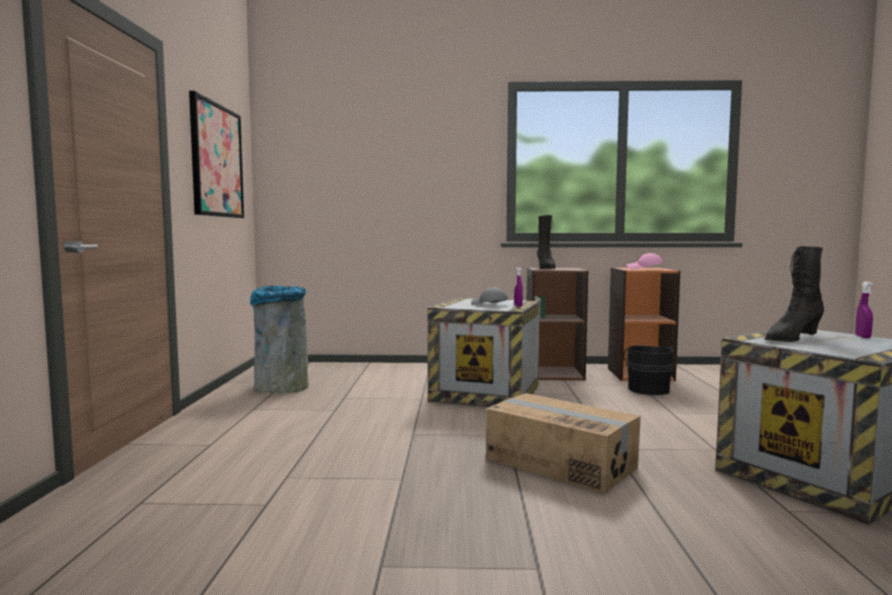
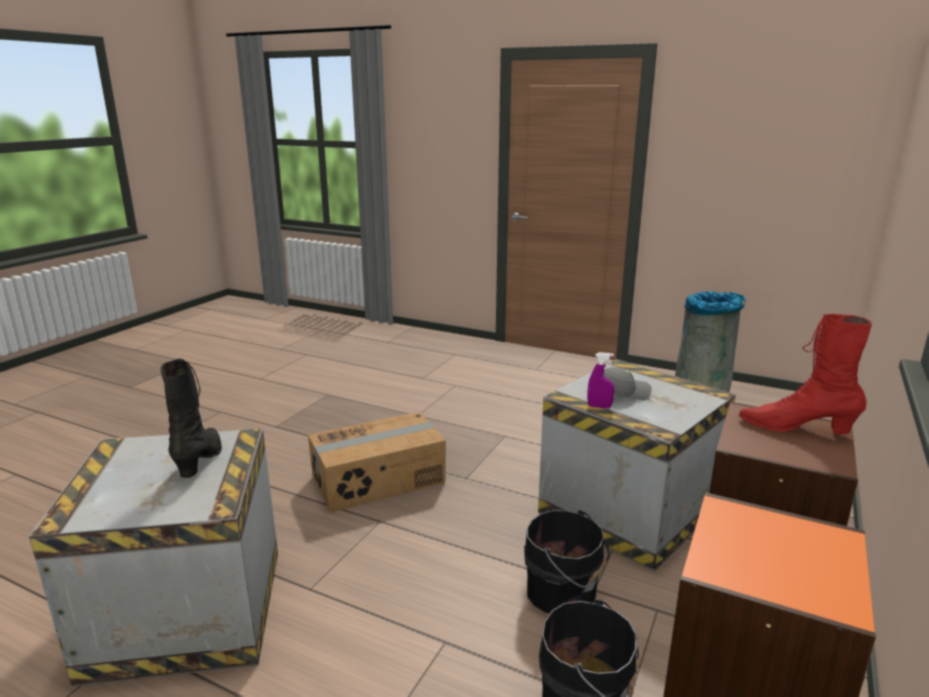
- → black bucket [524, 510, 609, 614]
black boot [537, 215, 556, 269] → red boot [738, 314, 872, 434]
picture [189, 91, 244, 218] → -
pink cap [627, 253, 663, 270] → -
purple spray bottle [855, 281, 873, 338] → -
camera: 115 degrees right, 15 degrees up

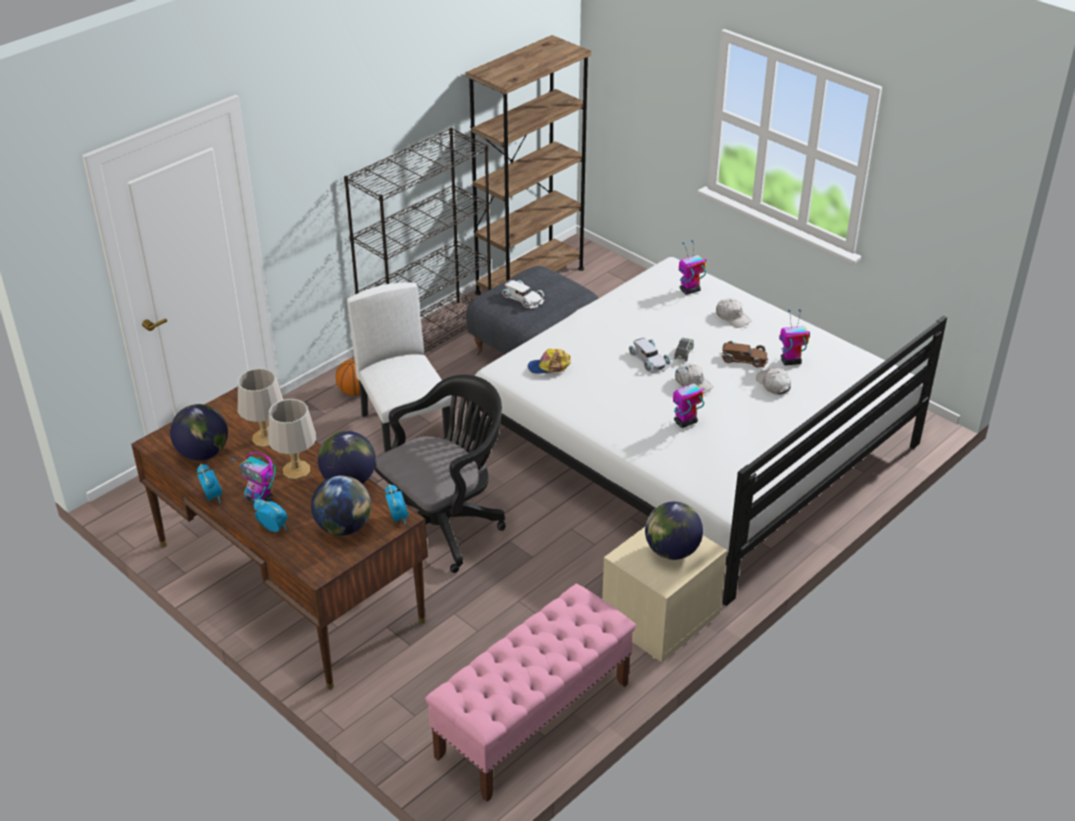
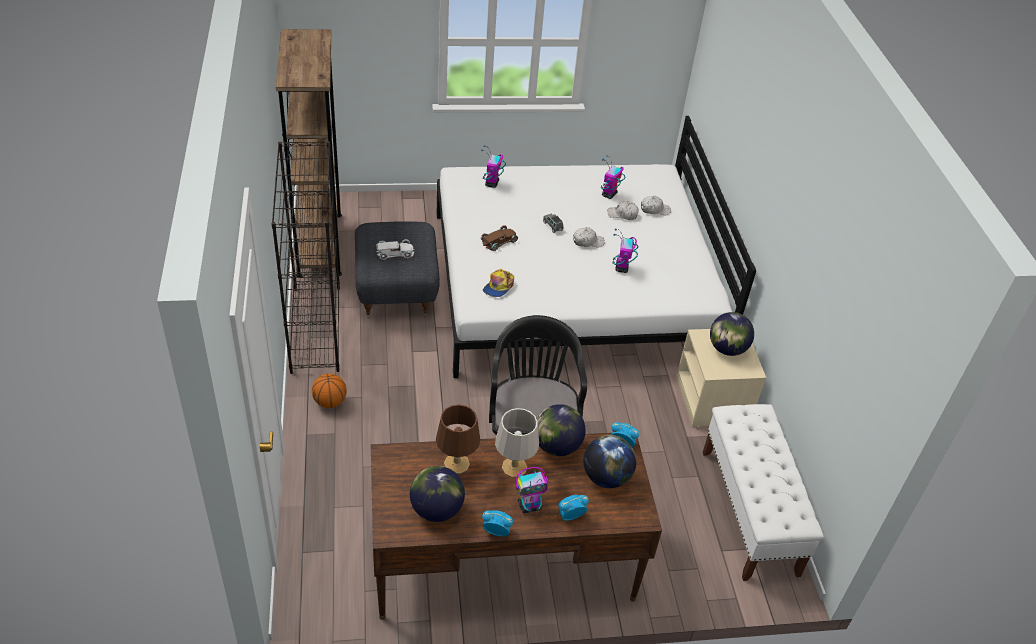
grey table lamp [238, 368, 283, 447] → brown table lamp [436, 404, 480, 474]
brown toy car [722, 341, 768, 368] → brown toy car [481, 225, 518, 251], move
white cap [716, 299, 751, 328] → white cap [641, 196, 671, 215], move
pink bench [425, 583, 636, 802] → white bench [703, 404, 824, 581]
white chair [347, 282, 452, 452] → -
white toy car [629, 338, 670, 373] → -
camera: 55 degrees left, 5 degrees up

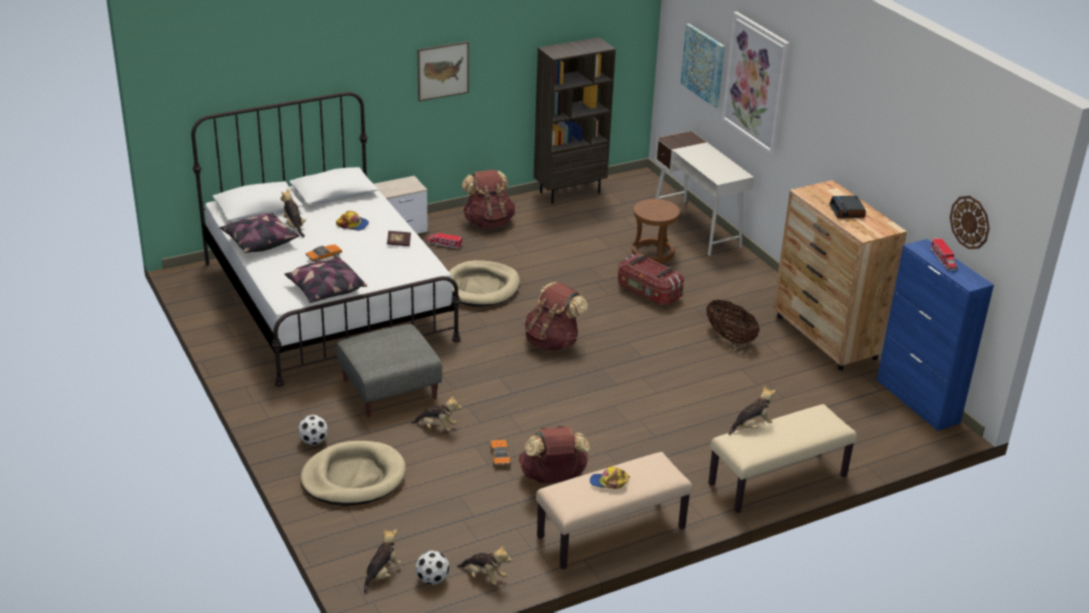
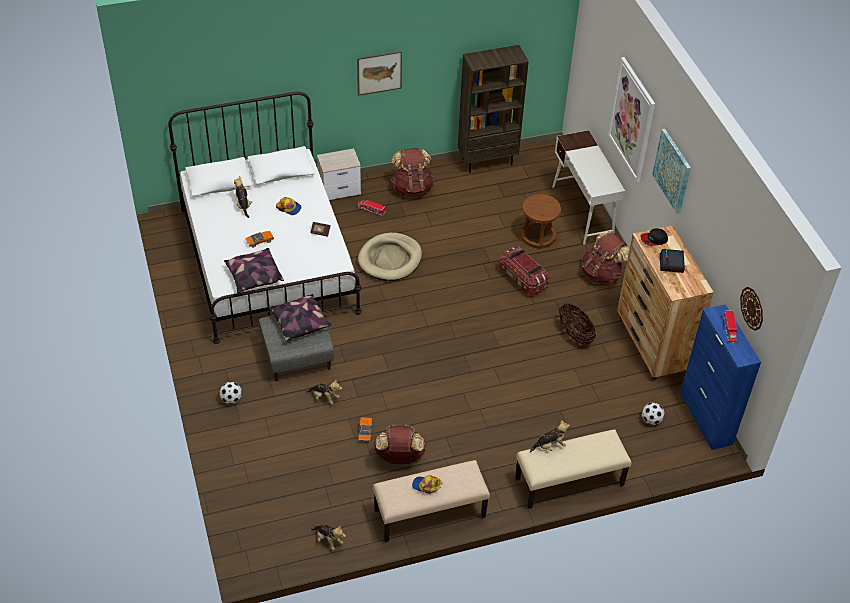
pillow [220, 213, 299, 253] → pillow [269, 294, 331, 341], move
brown backpack [525, 282, 588, 350] → brown backpack [582, 231, 630, 284], move
- → cap [640, 228, 668, 246]
football [415, 551, 449, 585] → football [642, 403, 665, 425], move
picture [681, 24, 725, 108] → picture [652, 129, 691, 214], move
beige dog bed [301, 441, 406, 506] → -
plush toy [364, 529, 401, 594] → -
camera: 10 degrees right, 15 degrees up

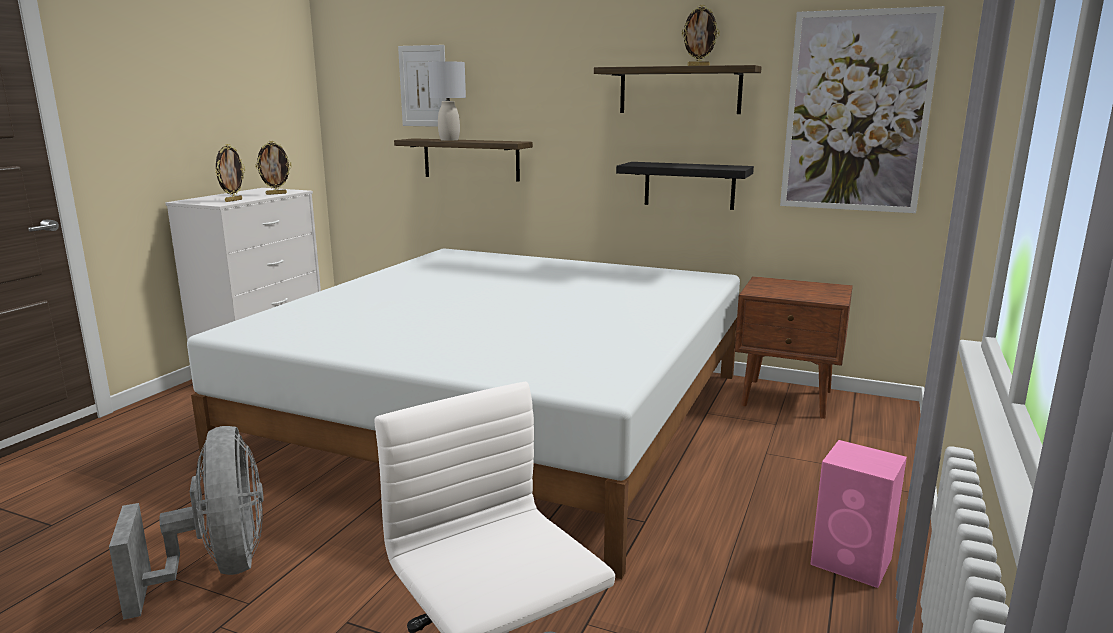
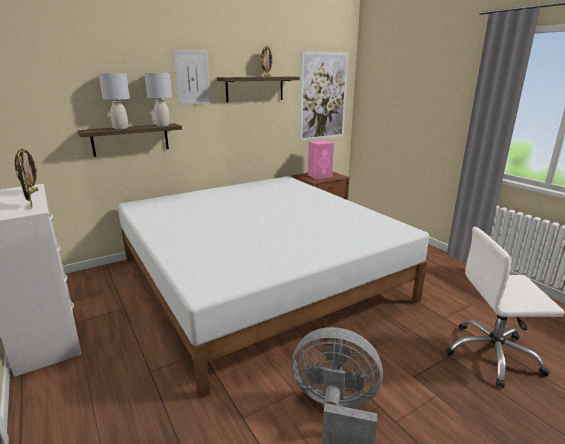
- → grey table lamp [144, 73, 172, 126]
picture [398, 45, 446, 127] → picture [173, 49, 211, 105], move
pink speaker [810, 440, 907, 588] → pink speaker [308, 140, 334, 179], move
black shelf [616, 162, 754, 210] → -
camera: 55 degrees left, 5 degrees up

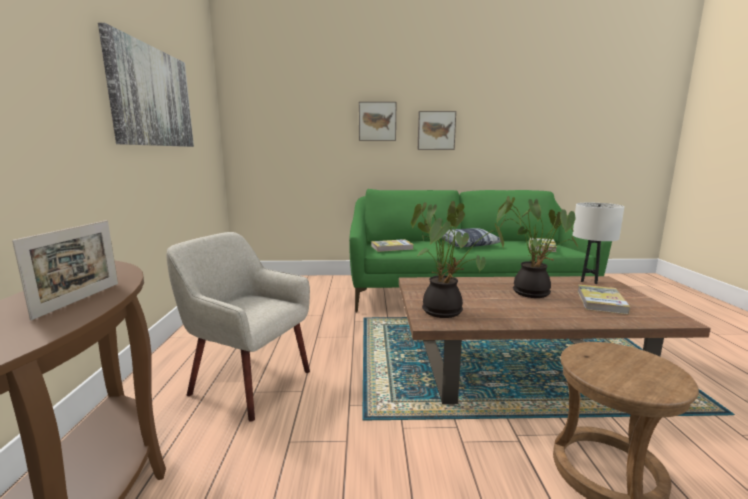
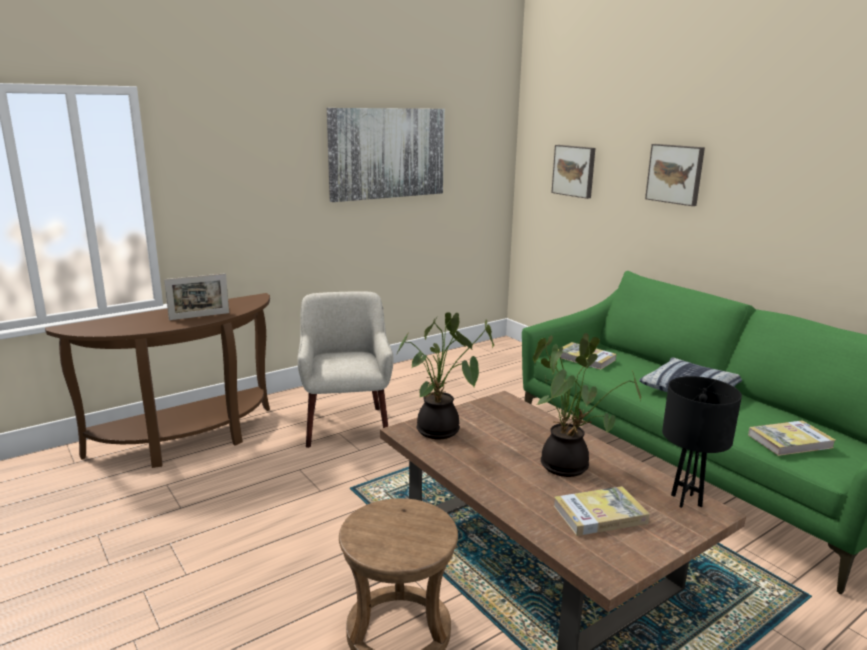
picture [418, 111, 456, 150] → picture [551, 145, 596, 199], move
white table lamp [573, 203, 624, 284] → black table lamp [662, 376, 742, 508]
camera: 55 degrees right, 5 degrees up

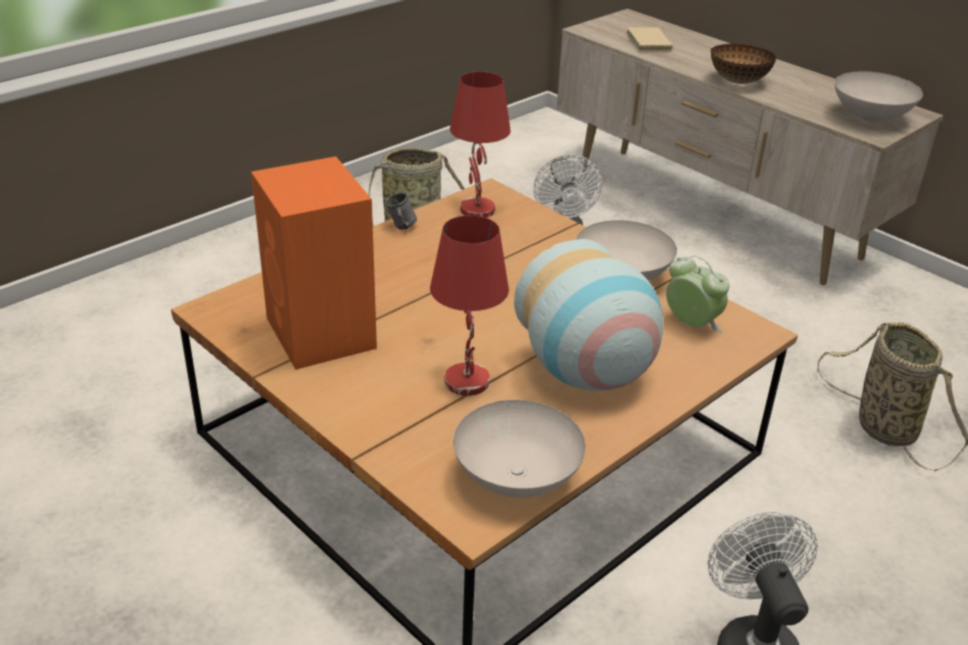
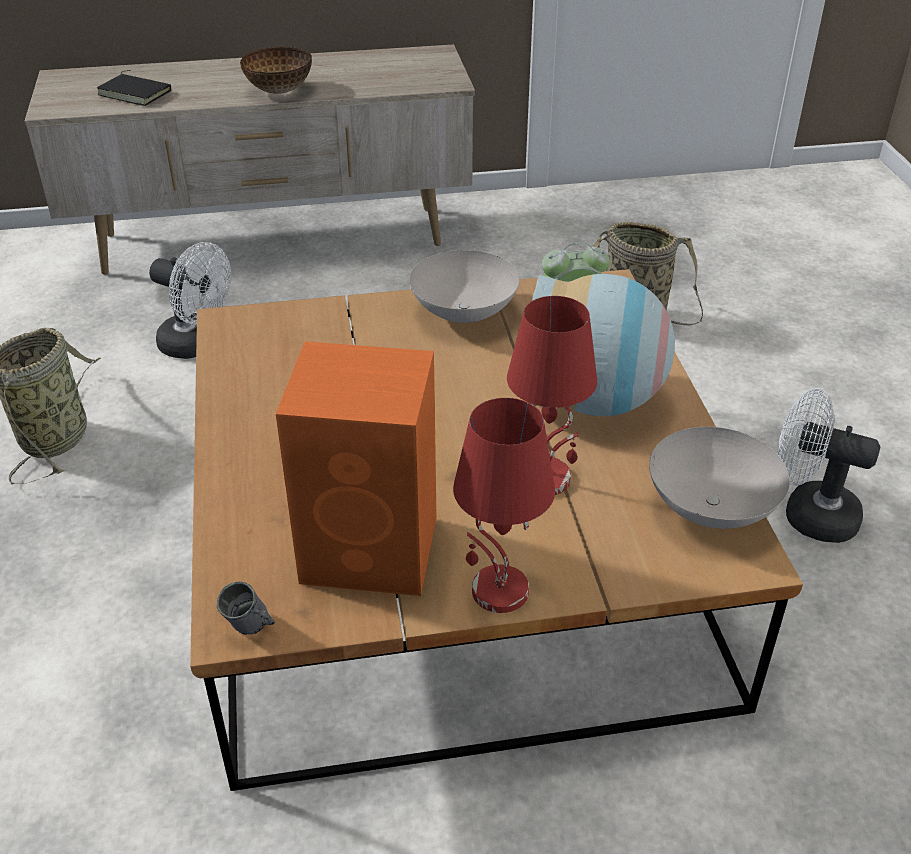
beige book [626, 26, 673, 51] → black book [97, 70, 171, 106]
grey mug [385, 192, 417, 230] → grey mug [217, 581, 275, 635], move
red table lamp [450, 71, 511, 218] → red table lamp [453, 398, 555, 613], move
white bowl [834, 71, 923, 123] → -
camera: 55 degrees left, 5 degrees up

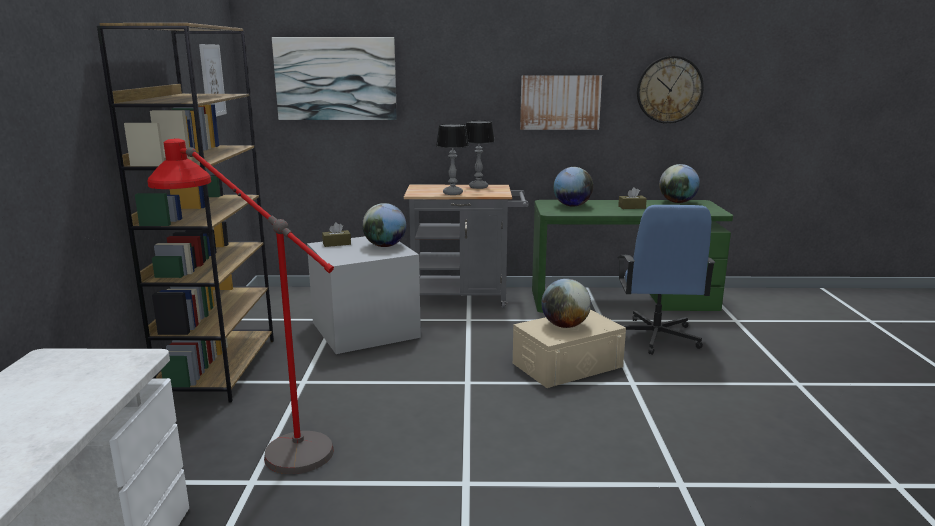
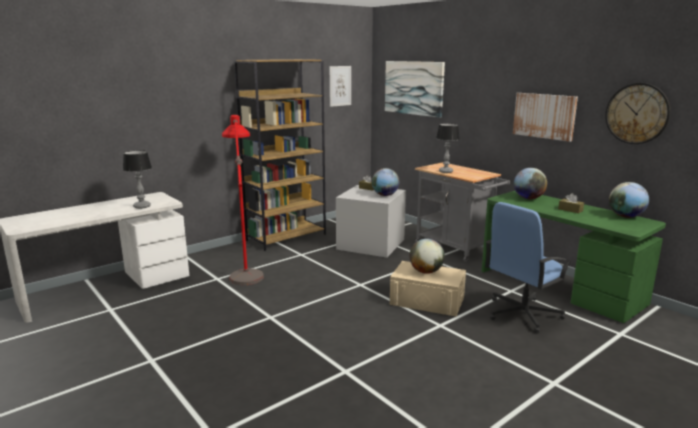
table lamp [466, 121, 495, 189] → table lamp [123, 150, 152, 209], move
camera: 50 degrees right, 0 degrees up

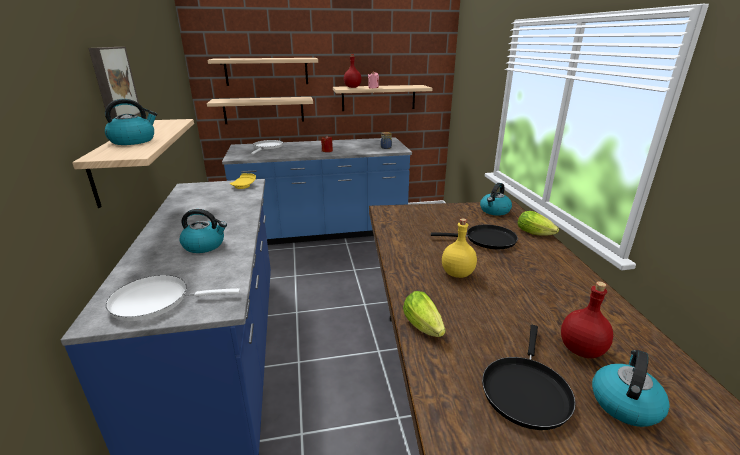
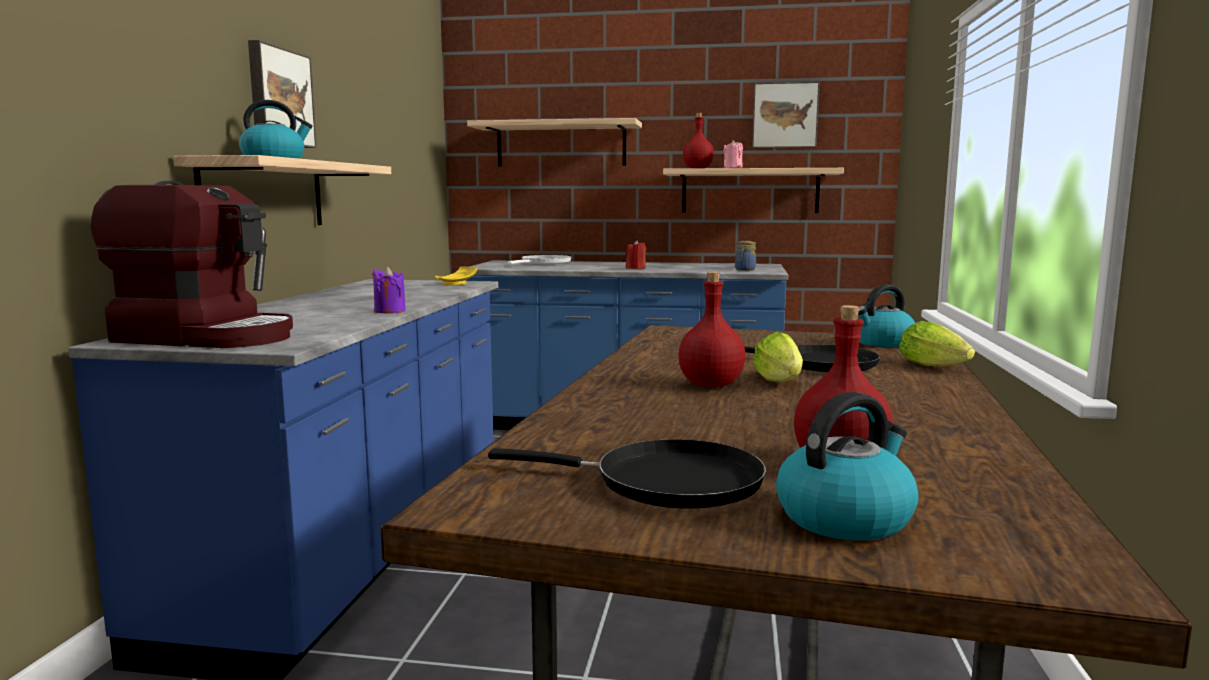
white frying pan [106, 275, 240, 321] → coffee machine [91, 181, 293, 348]
- → purple candle [372, 267, 406, 314]
black frying pan [482, 325, 576, 430] → black frying pan [488, 439, 766, 509], 120 degrees counterclockwise
yellow bottle [442, 218, 477, 278] → red bottle [679, 272, 746, 387]
- → picture [752, 81, 820, 148]
lettuce [403, 291, 446, 337] → lettuce [753, 332, 803, 382], move
kettle [179, 209, 227, 253] → -
shelf [207, 97, 313, 124] → -
camera: 20 degrees right, 15 degrees down

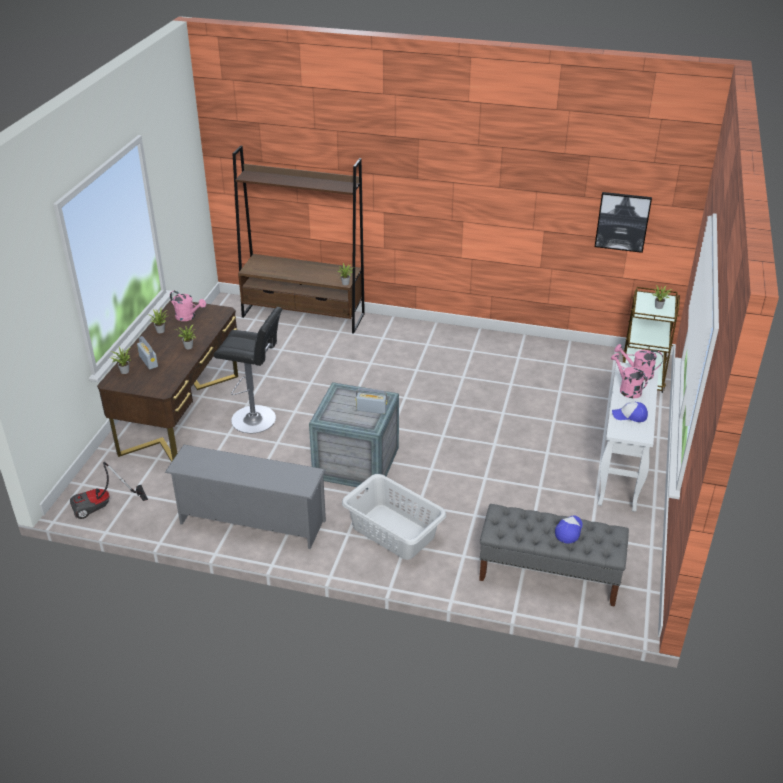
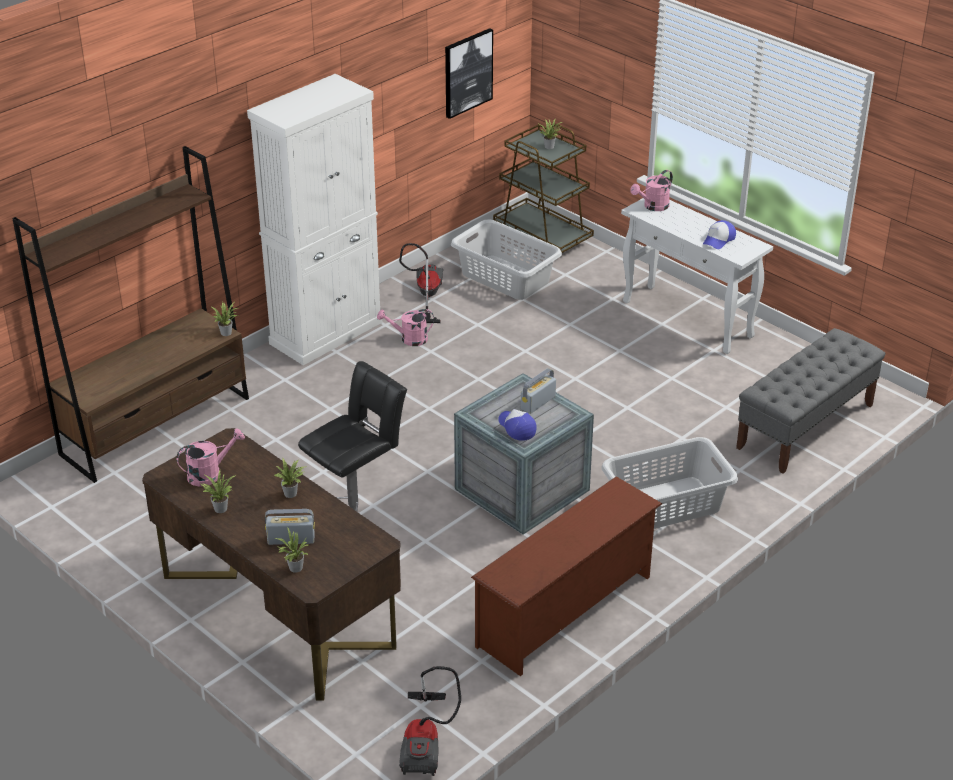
- → white cabinet [247, 74, 382, 365]
pink watering can [611, 353, 648, 398] → pink watering can [377, 309, 434, 346], move
- → vacuum cleaner [399, 243, 443, 323]
- → grey laundry basket [451, 220, 562, 300]
grey shoe rack [165, 445, 326, 549] → brown shoe rack [471, 476, 662, 676]
cap [555, 516, 583, 544] → cap [498, 409, 537, 441], move
camera: 60 degrees left, 0 degrees up

